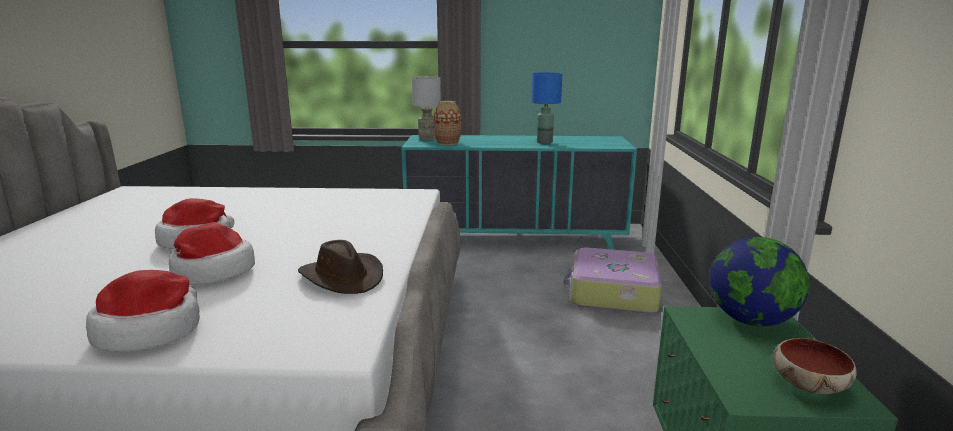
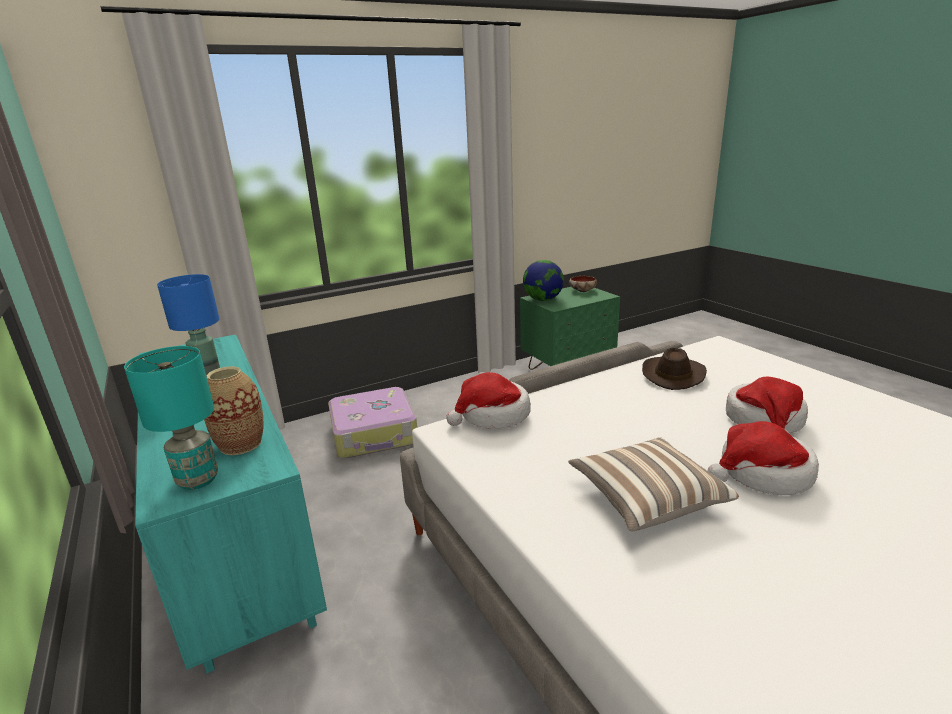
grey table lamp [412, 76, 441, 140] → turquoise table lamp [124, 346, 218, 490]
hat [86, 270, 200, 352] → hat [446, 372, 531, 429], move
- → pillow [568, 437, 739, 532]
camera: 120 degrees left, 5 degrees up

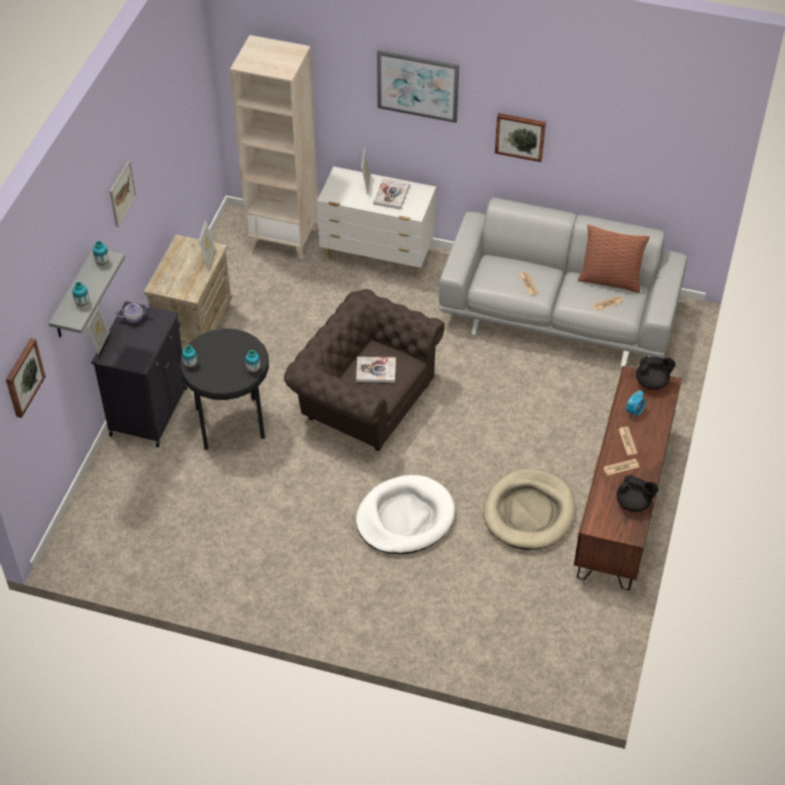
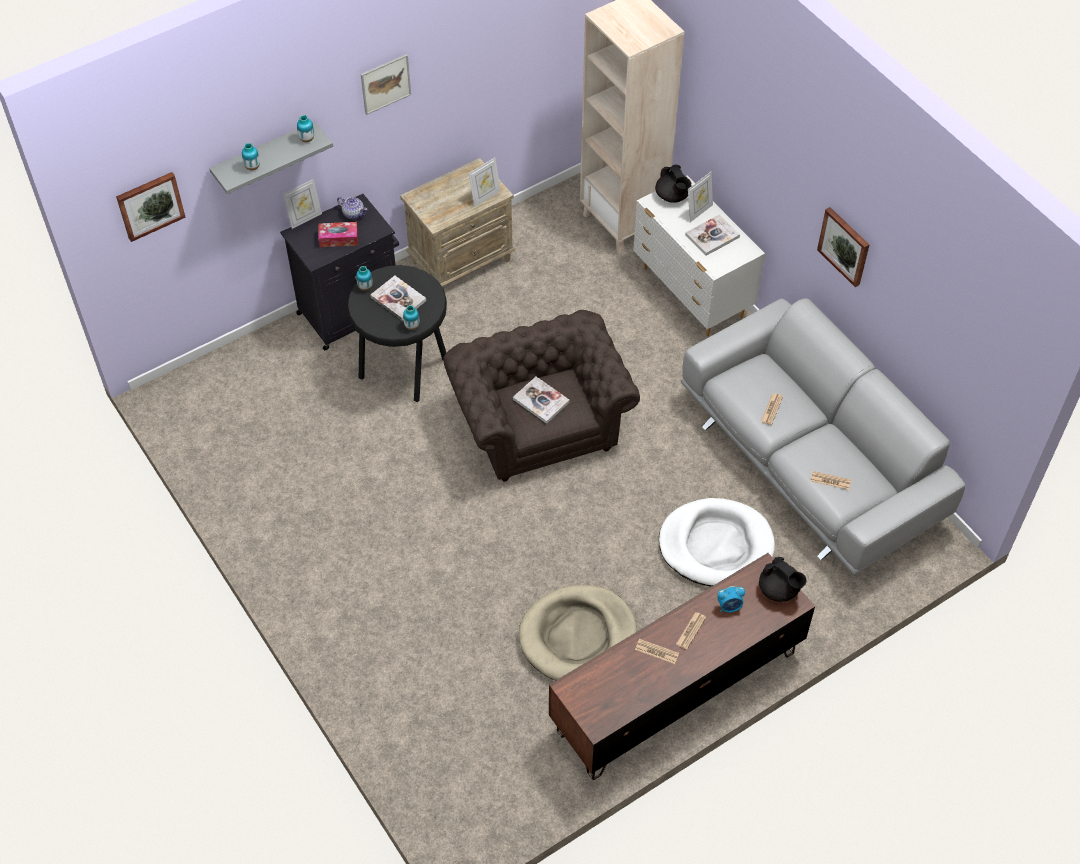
- → tissue box [318, 222, 358, 247]
- → book [370, 276, 426, 320]
black teapot [617, 475, 659, 512] → black teapot [655, 165, 691, 203], move
white dog bed [356, 475, 455, 554] → white dog bed [659, 498, 775, 587], move
picture [377, 50, 459, 123] → -
pillow [578, 224, 650, 293] → -
camera: 40 degrees right, 5 degrees up

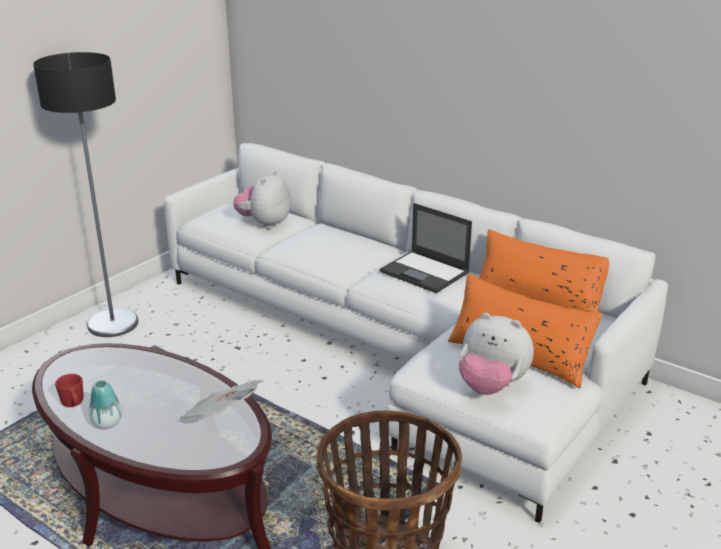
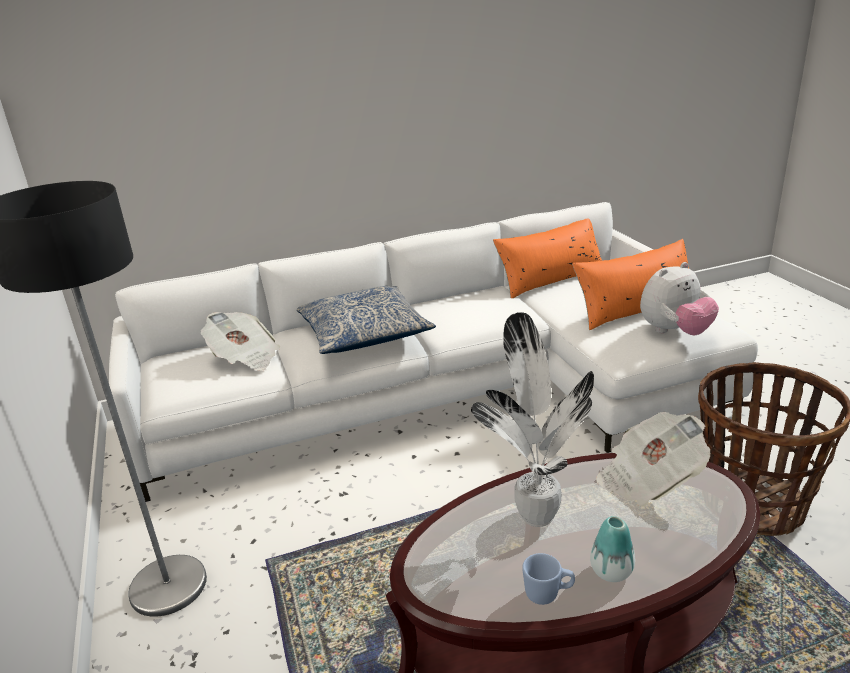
plush toy [233, 171, 290, 229] → newspaper [201, 312, 280, 371]
- → pillow [297, 286, 436, 354]
- → potted plant [471, 312, 594, 527]
red mug [55, 374, 83, 407] → blue mug [522, 553, 575, 605]
laptop [380, 203, 472, 293] → -
camera: 55 degrees left, 0 degrees up

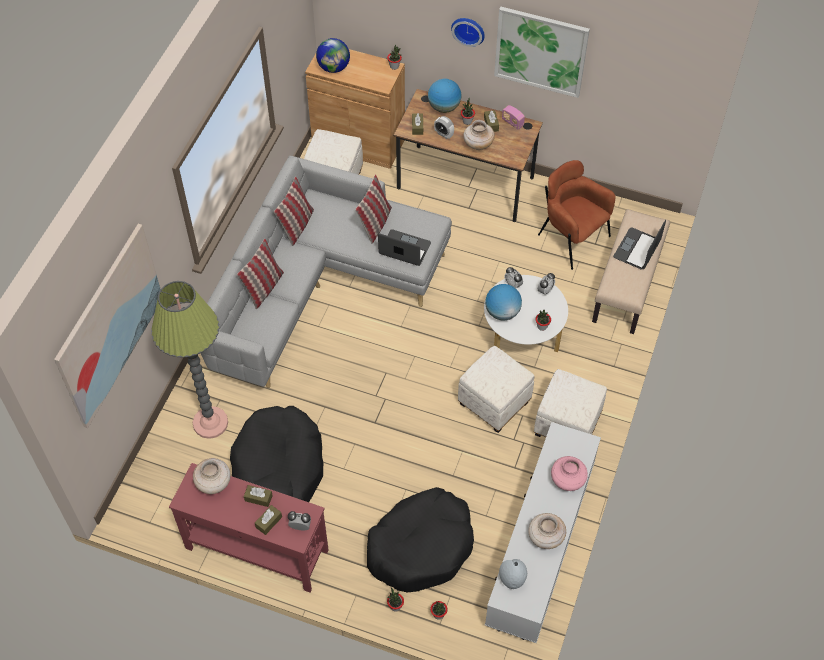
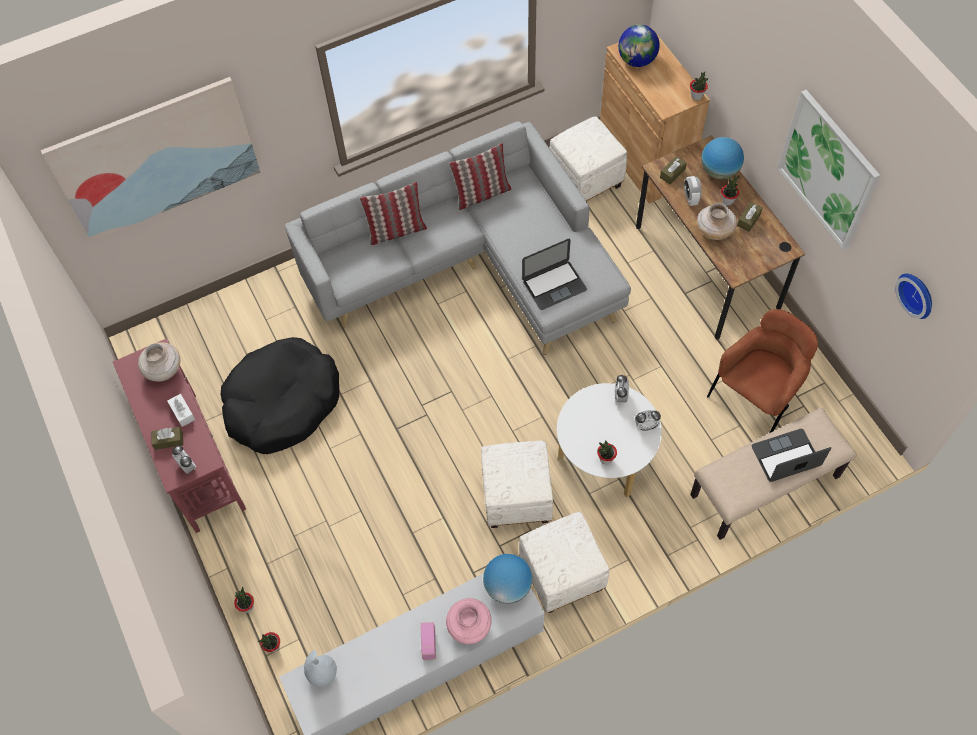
brown tissue box [244, 485, 273, 507] → white tissue box [167, 394, 195, 427]
radio [502, 105, 525, 130] → radio [421, 622, 436, 660], move
globe [485, 284, 522, 320] → globe [483, 554, 532, 604], move
laptop [378, 229, 431, 266] → laptop [522, 239, 587, 310], 90 degrees clockwise
brown armchair [538, 160, 615, 270] → brown armchair [707, 309, 818, 433], 45 degrees clockwise
wall clock [451, 18, 485, 47] → wall clock [895, 274, 932, 319], move
floor lamp [151, 281, 228, 439] → -
pillow [355, 175, 392, 244] → -
black dog bed [367, 487, 474, 592] → -
beige vase [528, 513, 566, 549] → -
camera: 45 degrees right, 5 degrees up

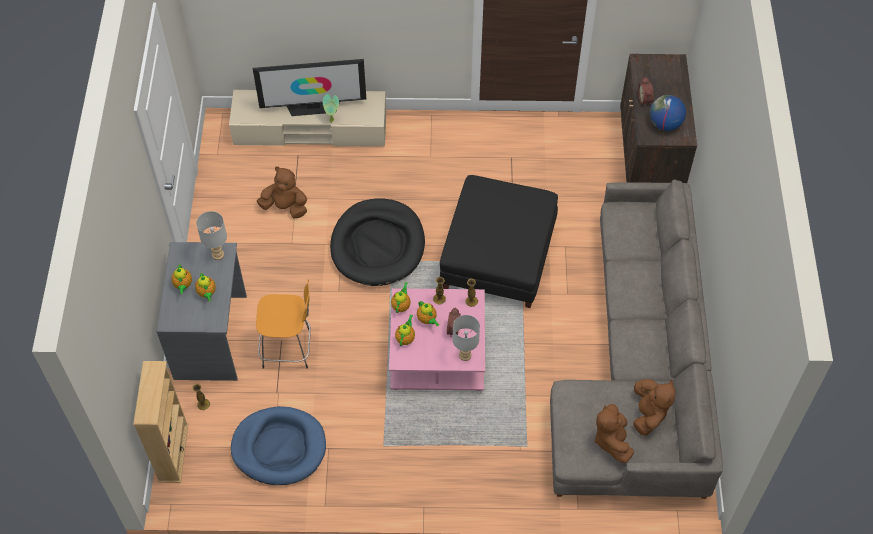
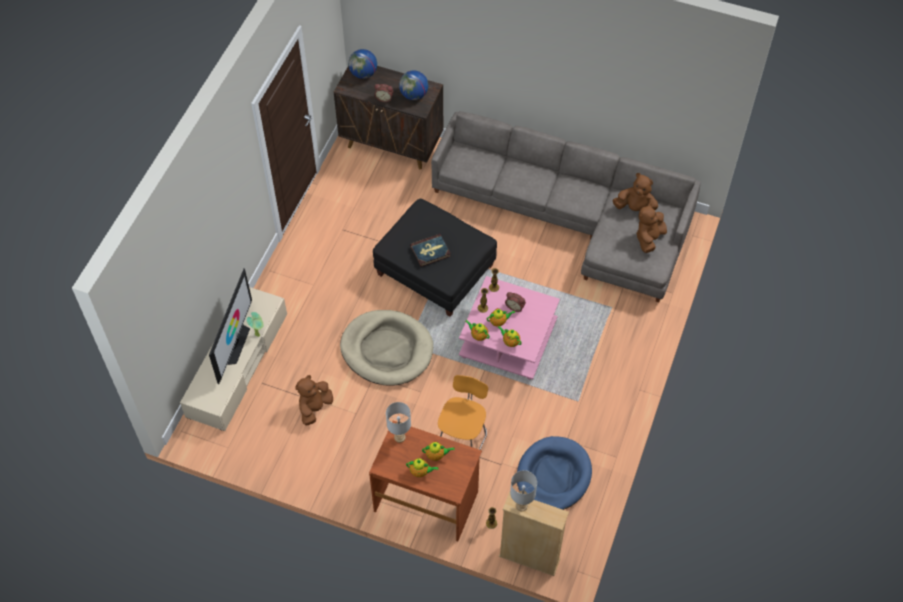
black dog bed [330, 198, 425, 286] → beige dog bed [340, 310, 433, 386]
- → globe [348, 49, 377, 79]
grey desk [156, 242, 247, 381] → brown desk [369, 421, 482, 541]
- → book [410, 234, 451, 267]
grey table lamp [453, 315, 480, 361] → grey table lamp [510, 470, 537, 511], move
brown plush toy [594, 404, 634, 463] → brown plush toy [636, 203, 667, 253], 105 degrees clockwise
camera: 70 degrees left, 0 degrees up

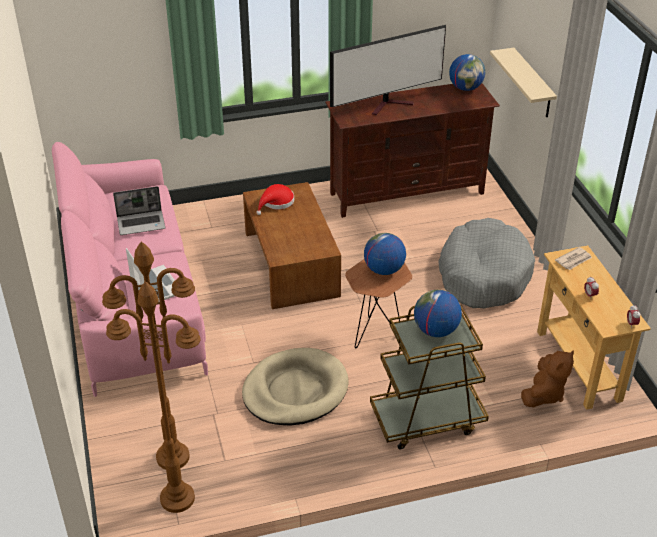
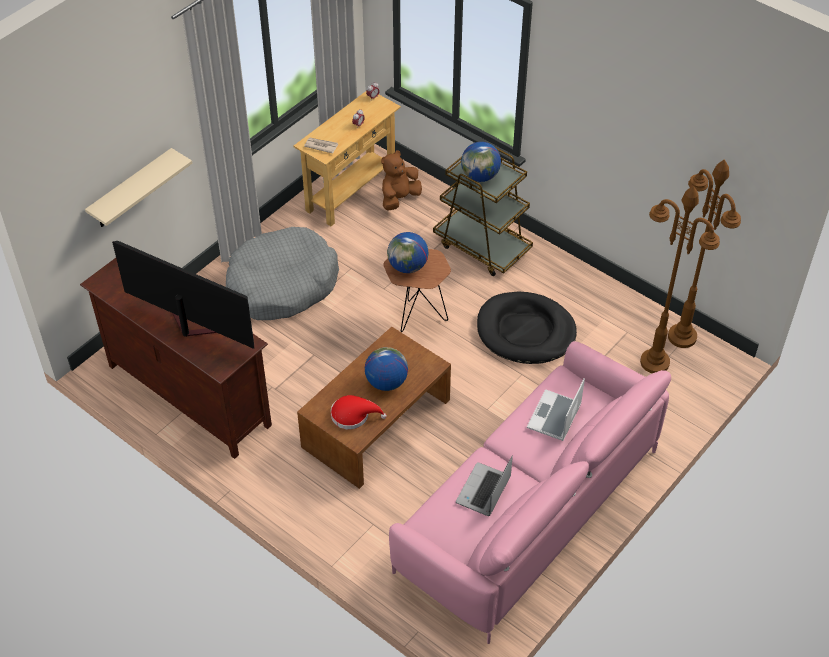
globe [449, 54, 485, 91] → globe [365, 347, 408, 391], move
brown plush toy [521, 350, 574, 407] → brown plush toy [381, 150, 422, 211], 45 degrees counterclockwise
laptop [113, 186, 166, 235] → laptop [456, 455, 513, 516], 105 degrees counterclockwise
beige dog bed [242, 348, 349, 426] → black dog bed [477, 292, 577, 364]
camera: 125 degrees left, 10 degrees up

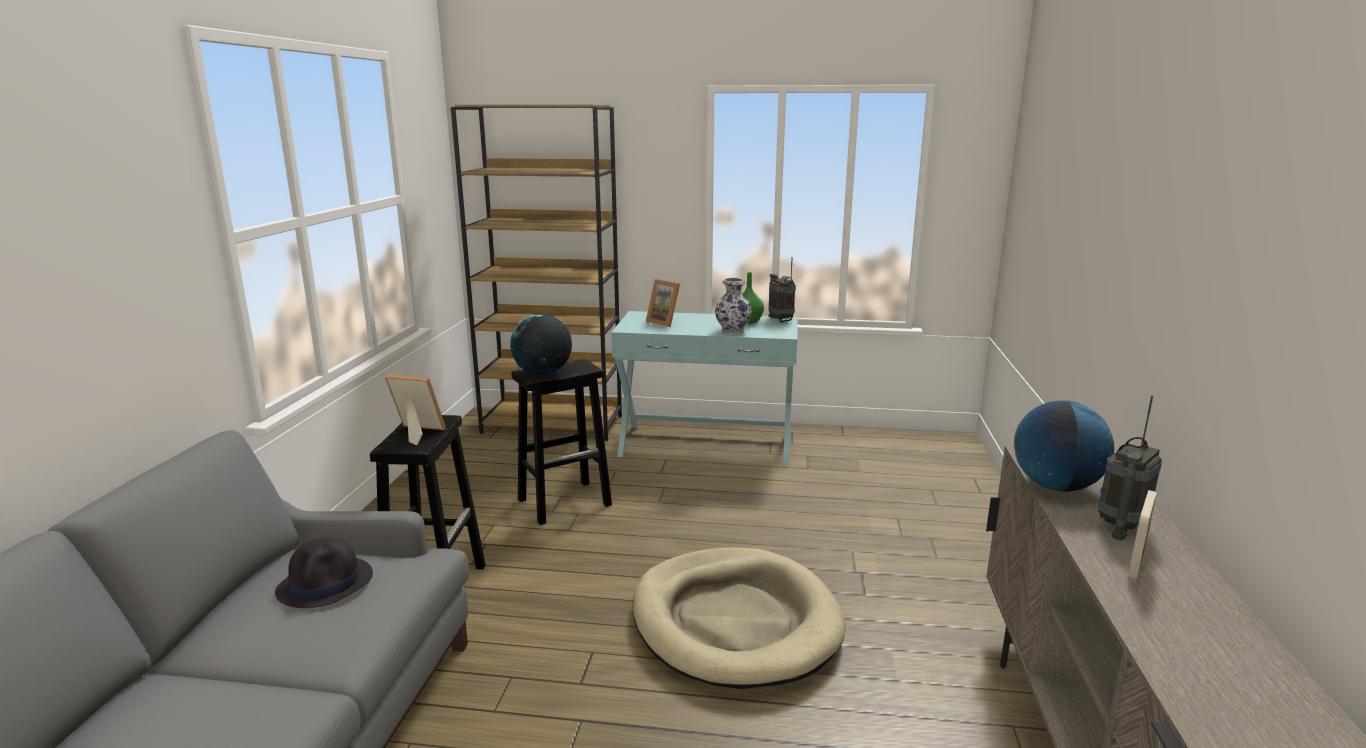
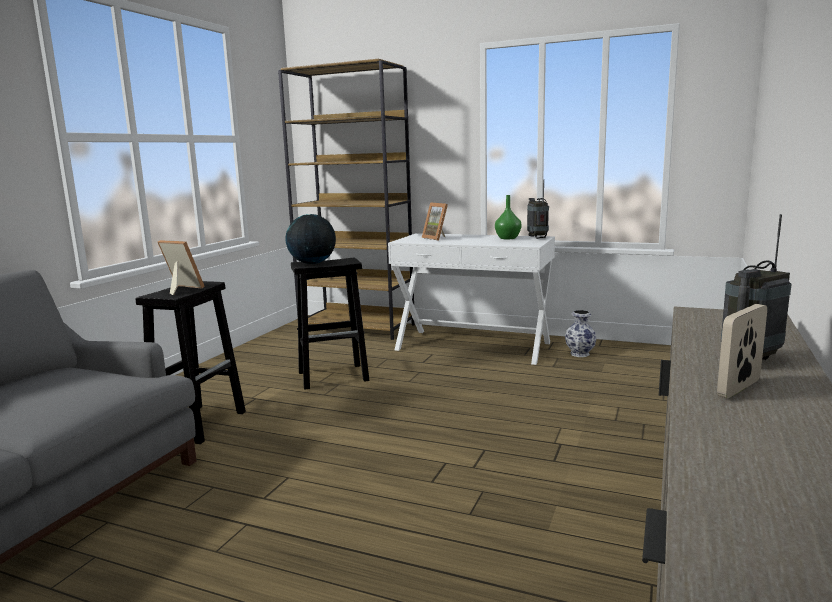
turquoise console table [611, 311, 798, 467] → white console table [388, 233, 555, 365]
vase [715, 278, 752, 334] → vase [565, 310, 596, 357], move
black hat [275, 538, 373, 608] → -
beige dog bed [633, 547, 846, 689] → -
globe [1014, 400, 1114, 491] → -
camera: 15 degrees right, 5 degrees down

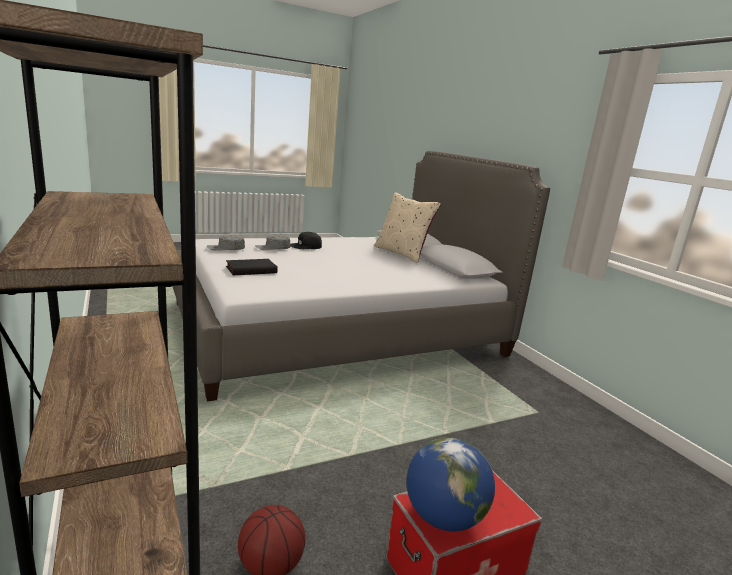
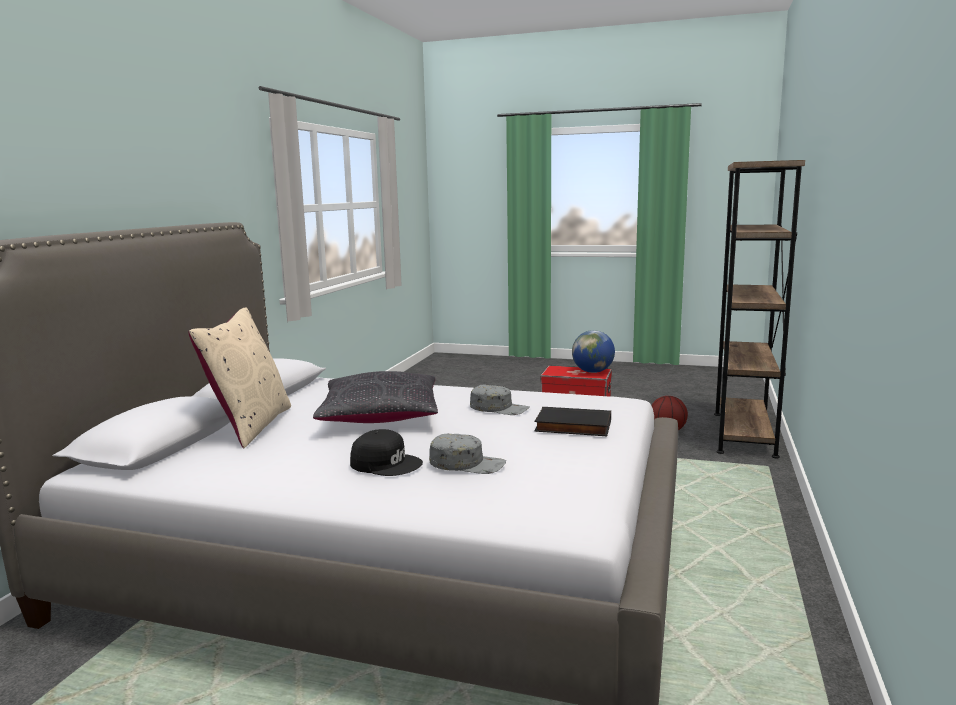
- → black pillow [313, 371, 438, 423]
grey cap [207, 234, 245, 251] → grey cap [470, 385, 530, 415], move
camera: 135 degrees left, 5 degrees down

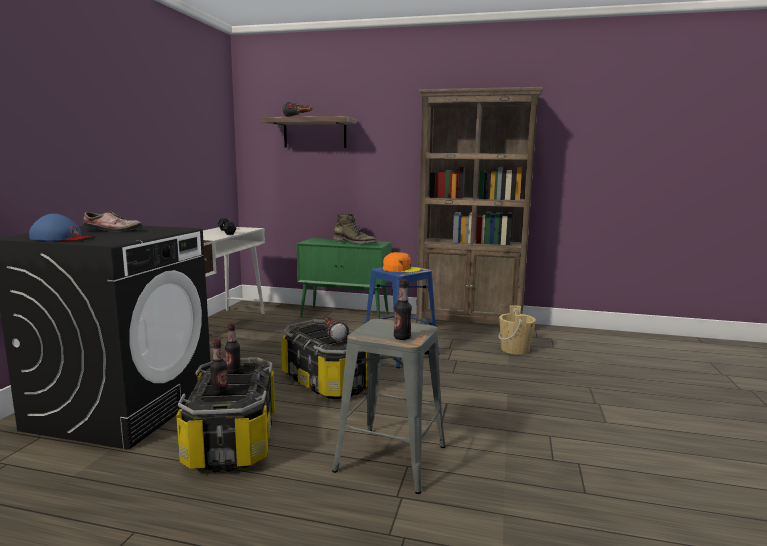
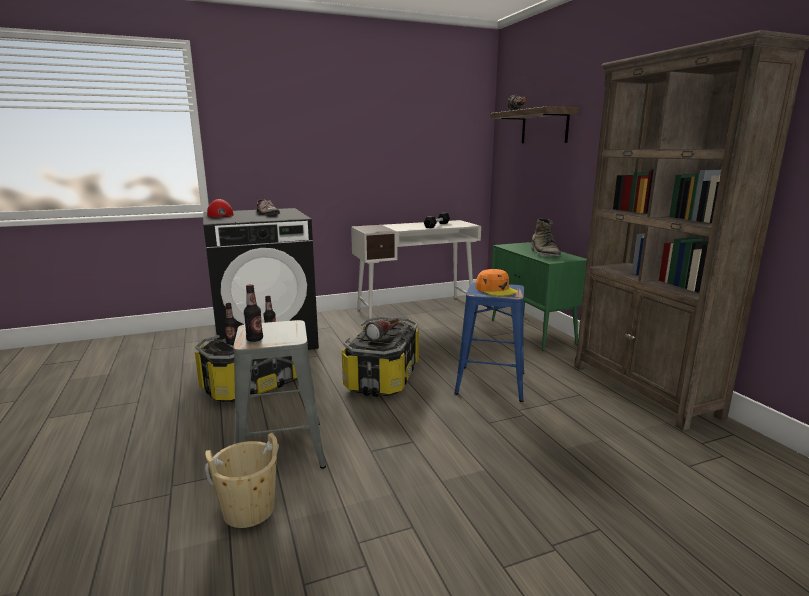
beige bucket [498, 306, 536, 355] → beige bucket [205, 433, 279, 528], move
blue cap [29, 214, 91, 241] → red cap [207, 199, 234, 218]
camera: 55 degrees right, 5 degrees up

